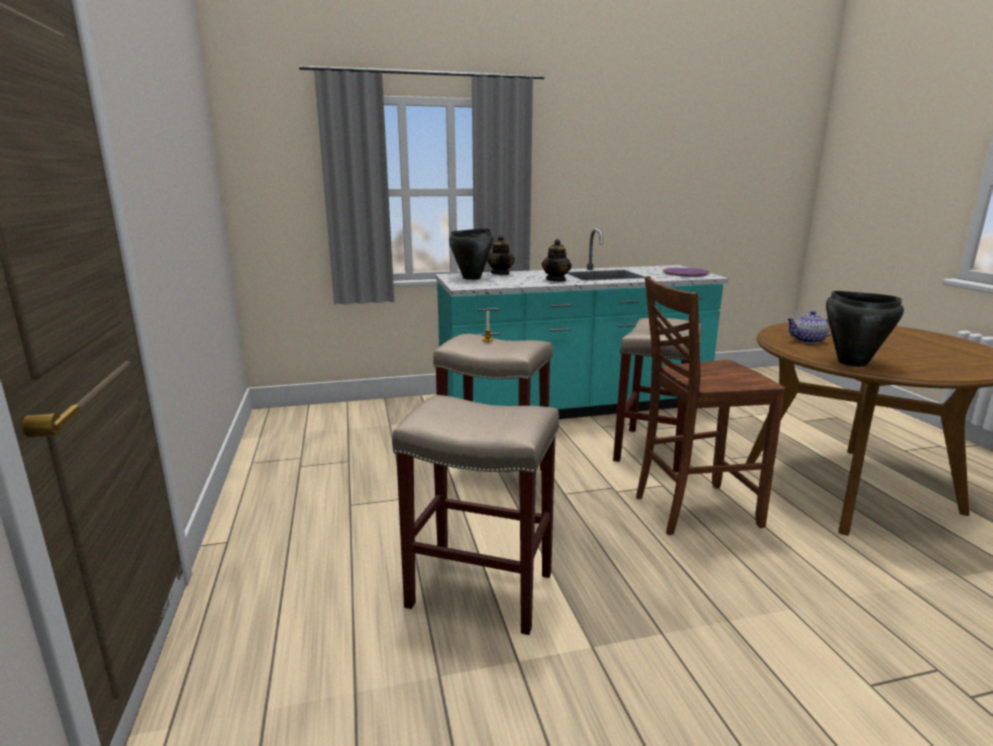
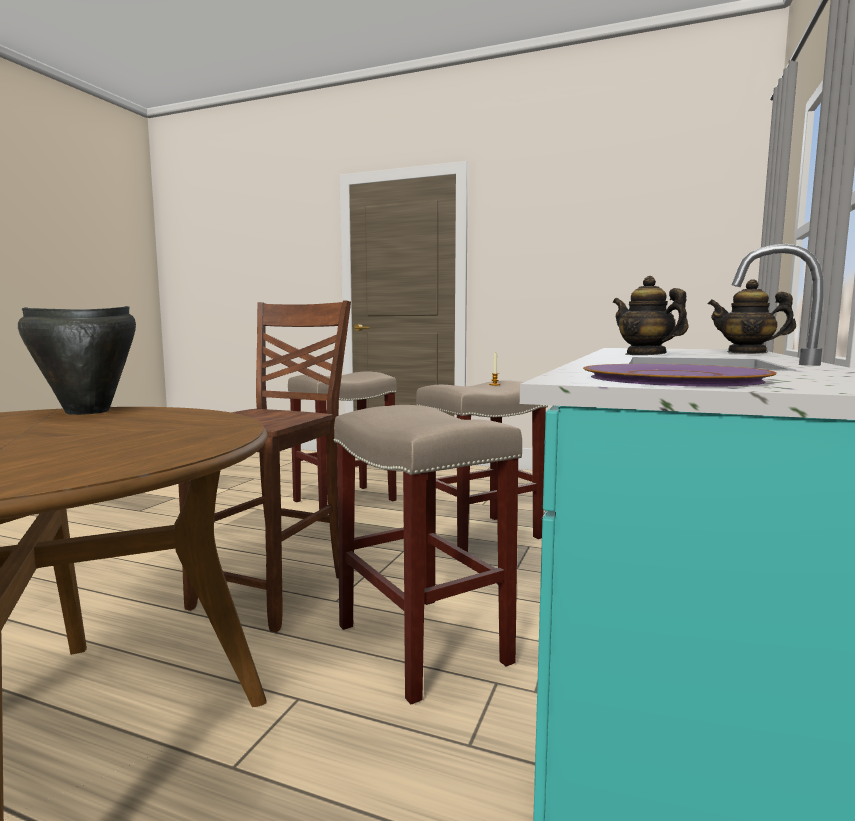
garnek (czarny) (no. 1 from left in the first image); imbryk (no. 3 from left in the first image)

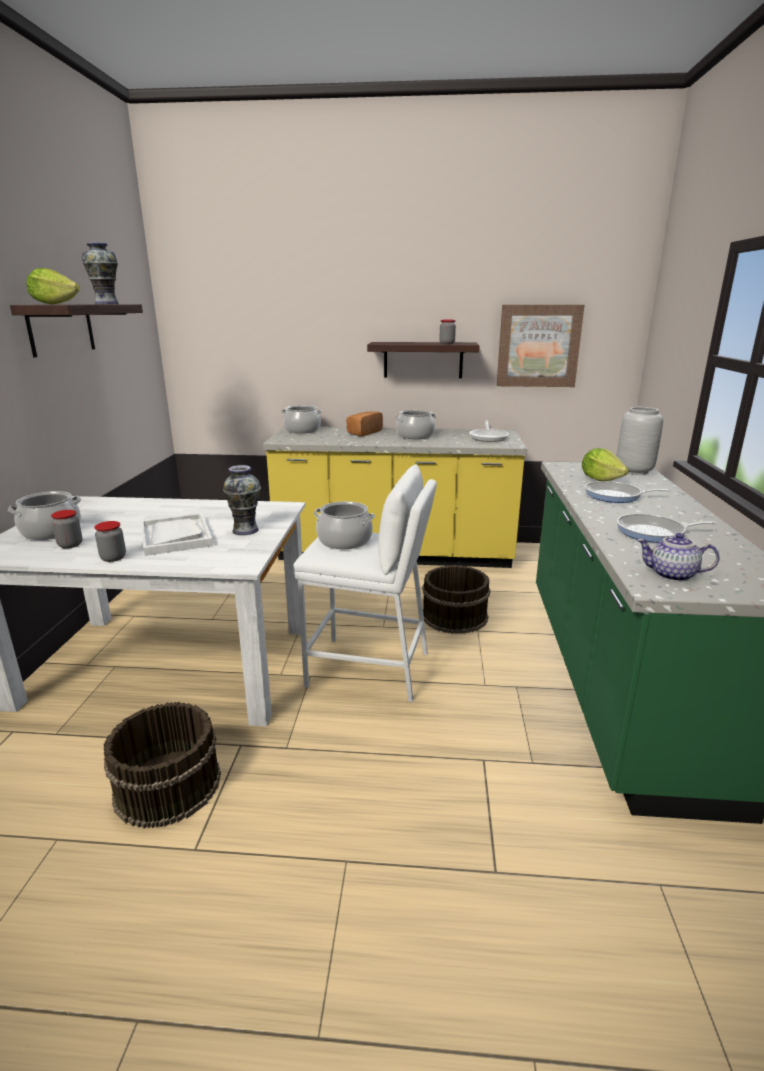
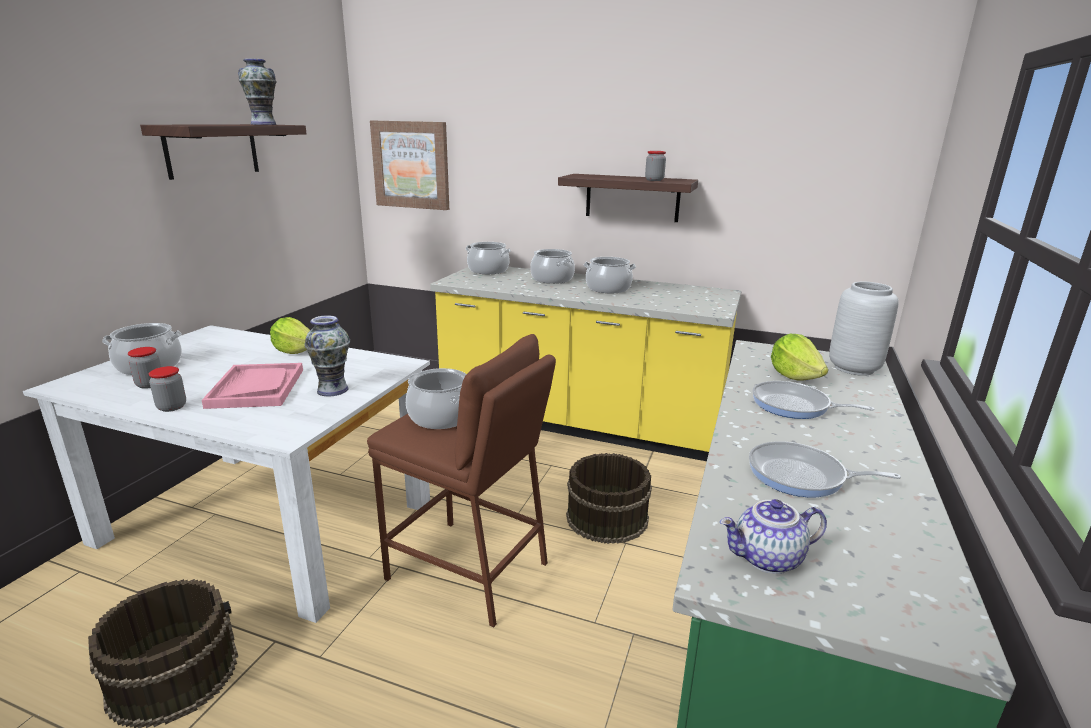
sałata (no. 1 from left); taca (różowy); stołek (brązowy); garnek (no. 4 from left); patelnia (no. 1 from left in the first image); obraz; imbryk

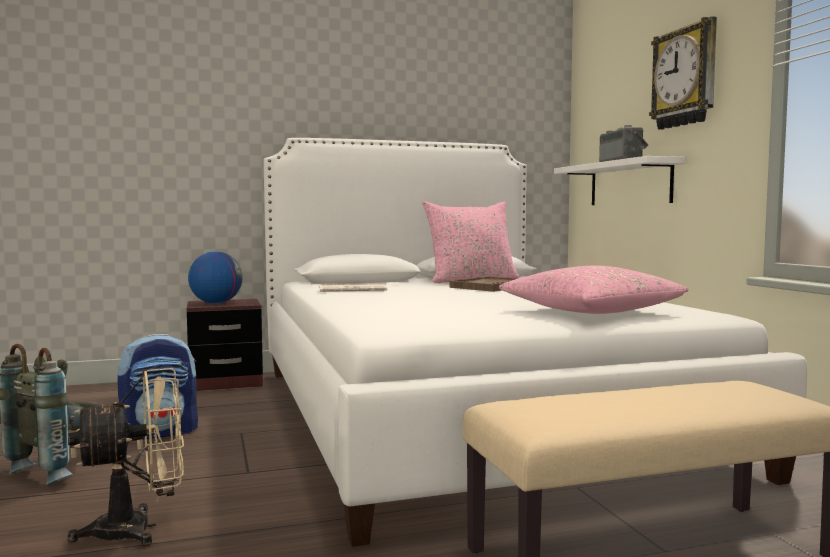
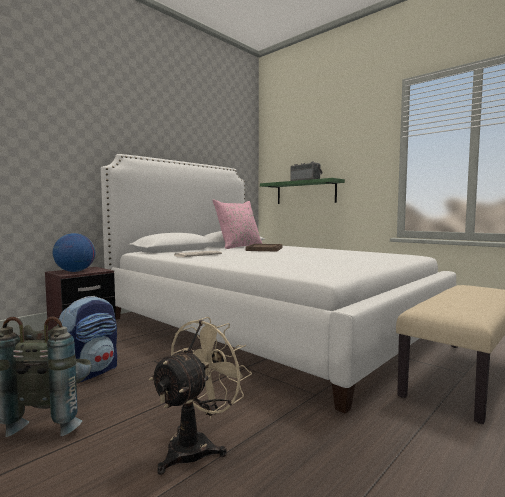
poduszka (różowy) (no. 2 from left in the first image); półka (zielony); zegar ścienny

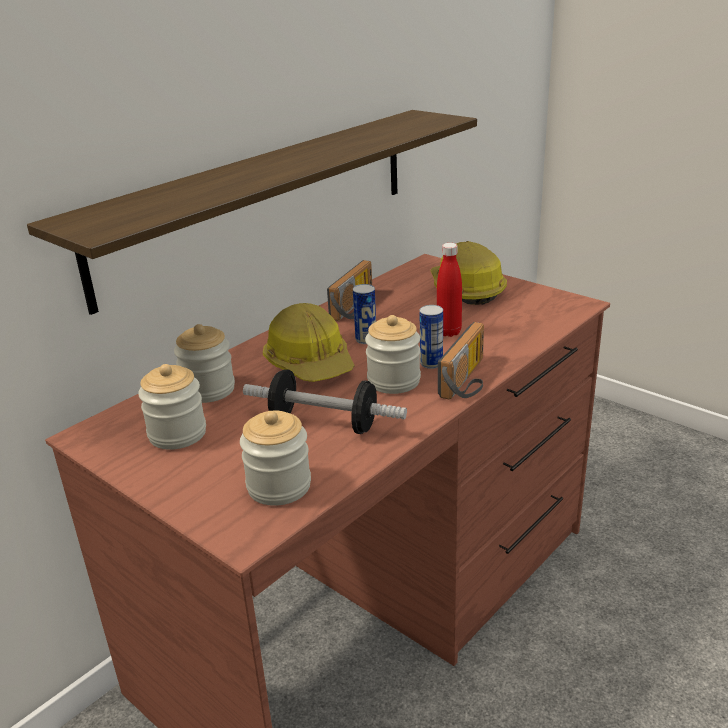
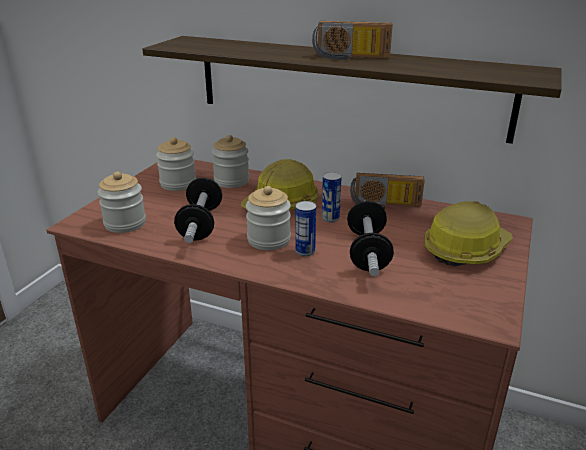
hantel (no. 2 from left); radio (no. 1 from left)

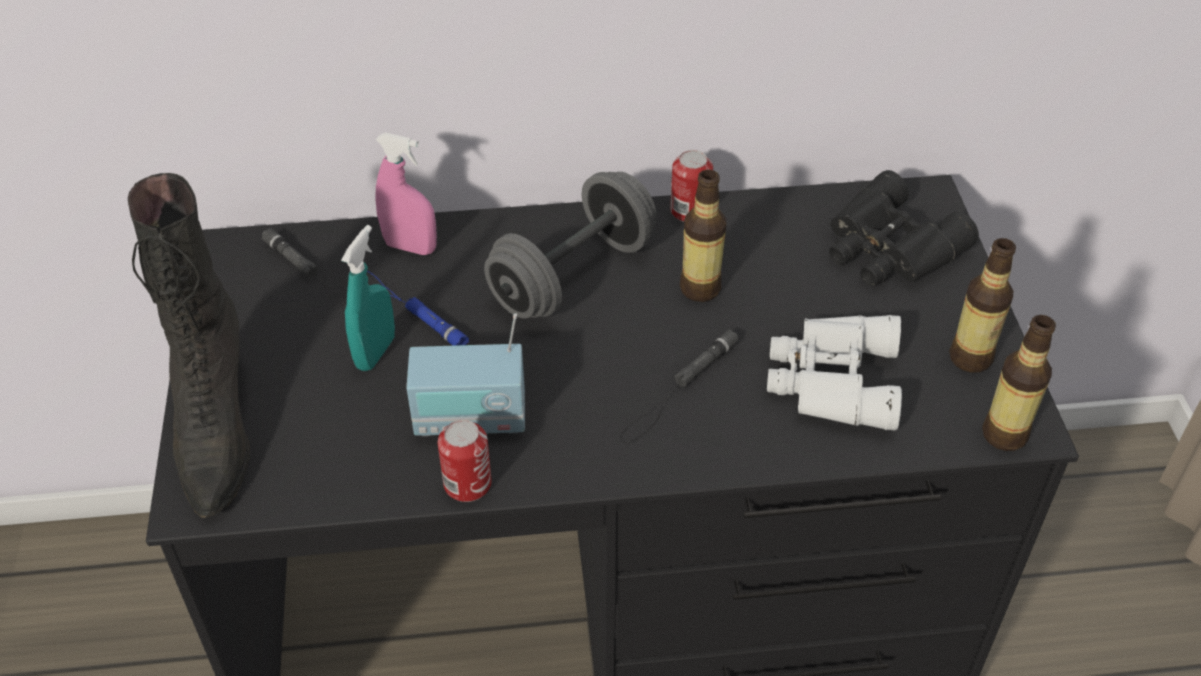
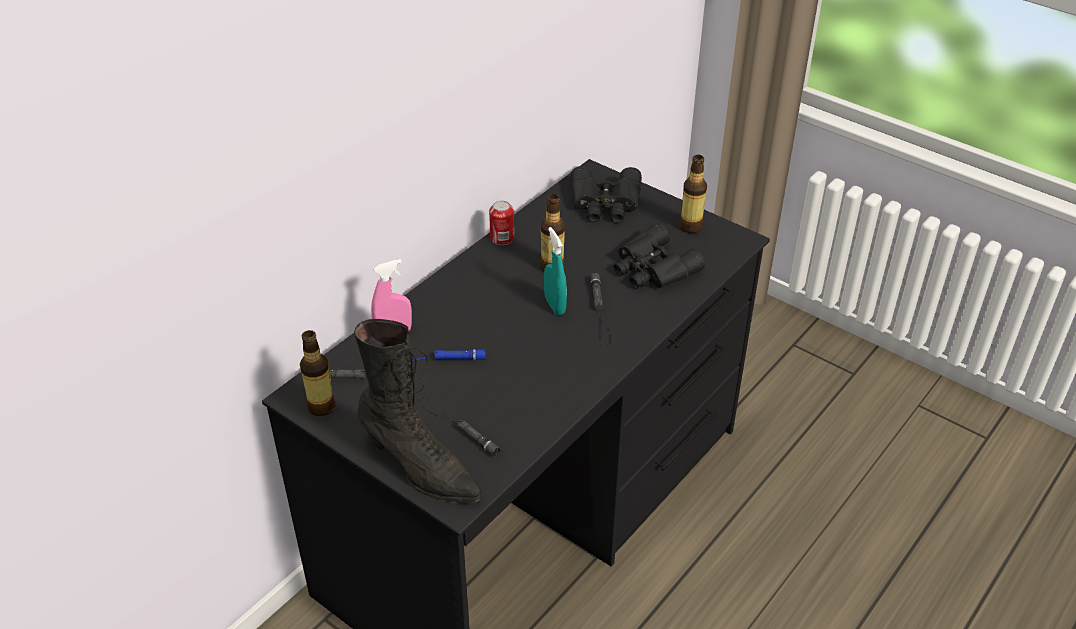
spryskiwacz (turkusowy); radio; puszka (no. 1 from left in the first image); hantel (szary); lornetka (czarny) (no. 2 from left); butelka (no. 1 from left); latarka (czarny) (no. 2 from left)

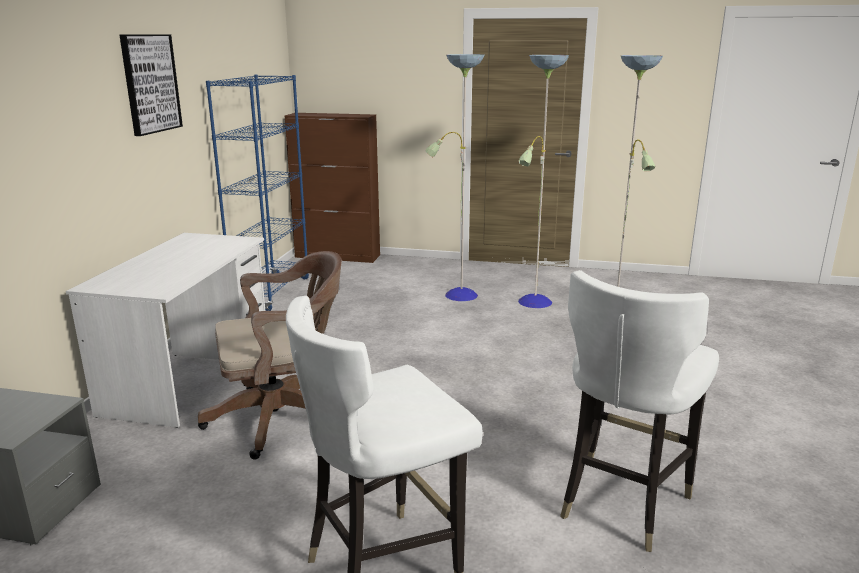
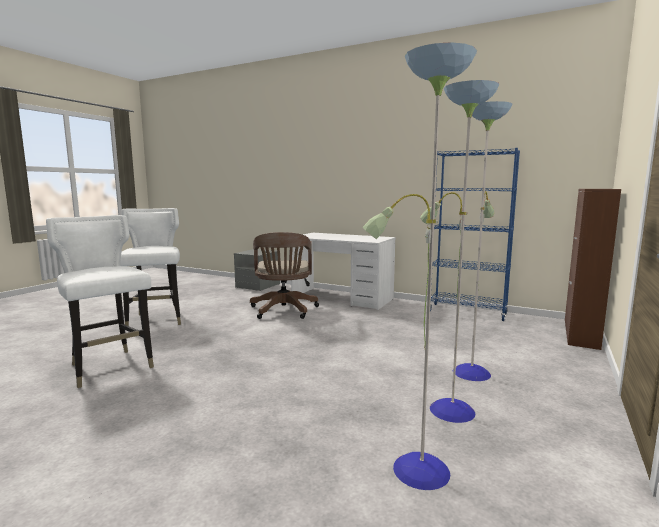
obraz

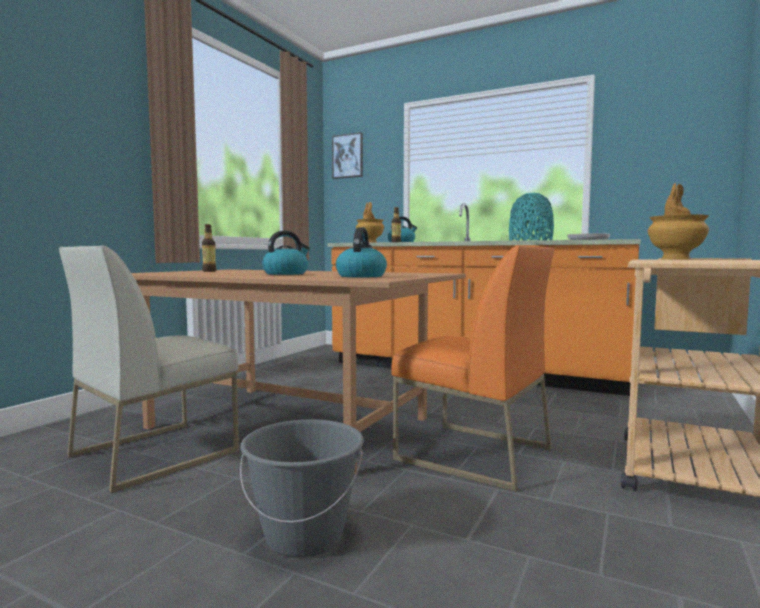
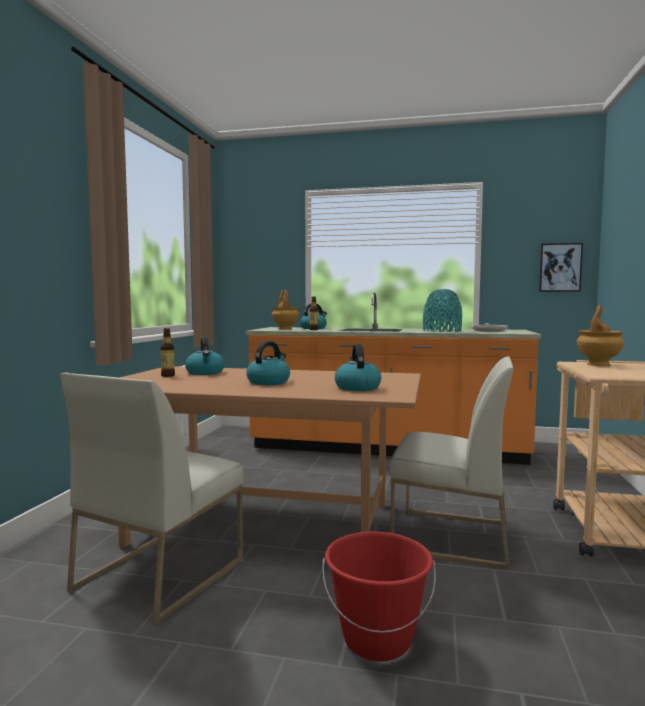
wiadro (czerwony); obraz; krzesło (biały) (no. 2 from left); czajnik (no. 1 from left)

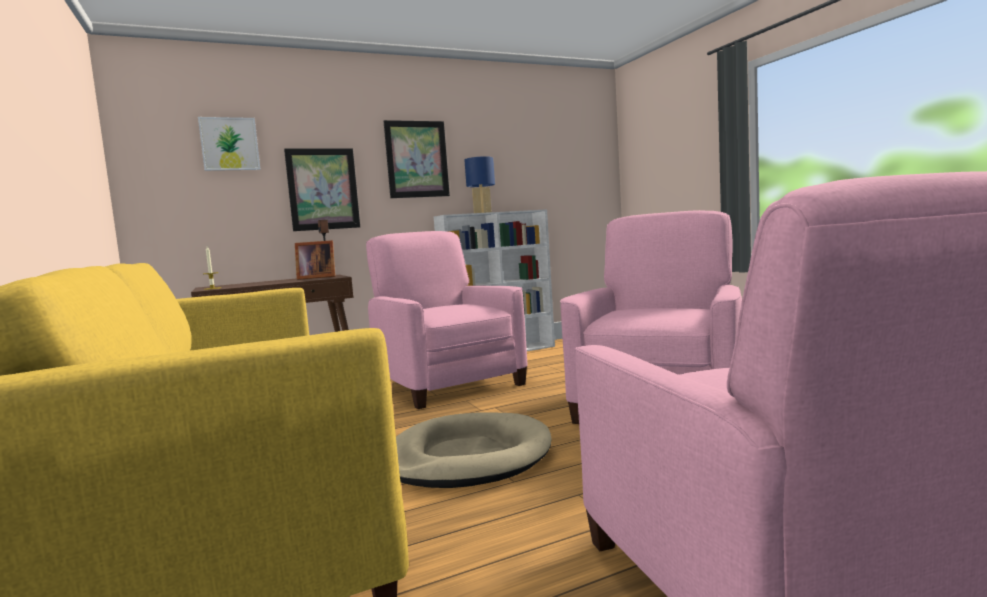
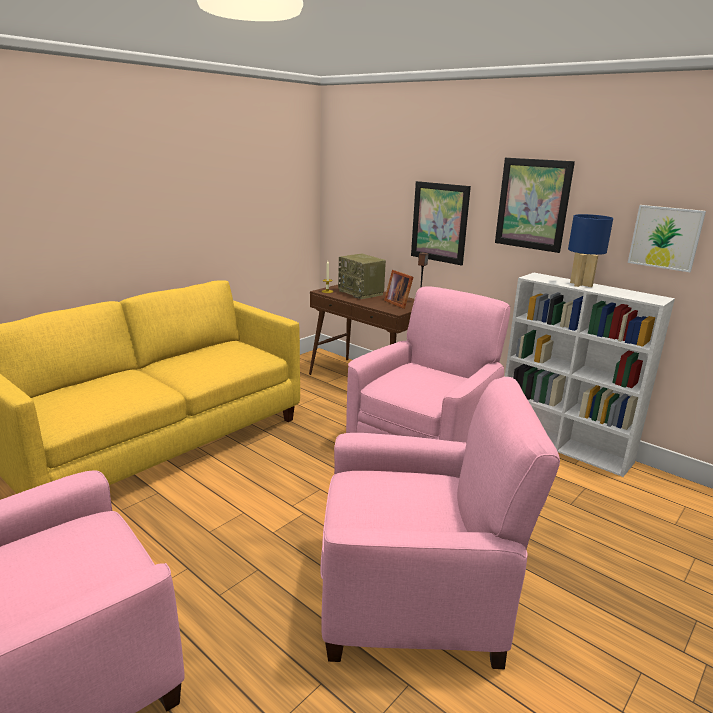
obraz (no. 3 from left); legowisko (beżowy); radio

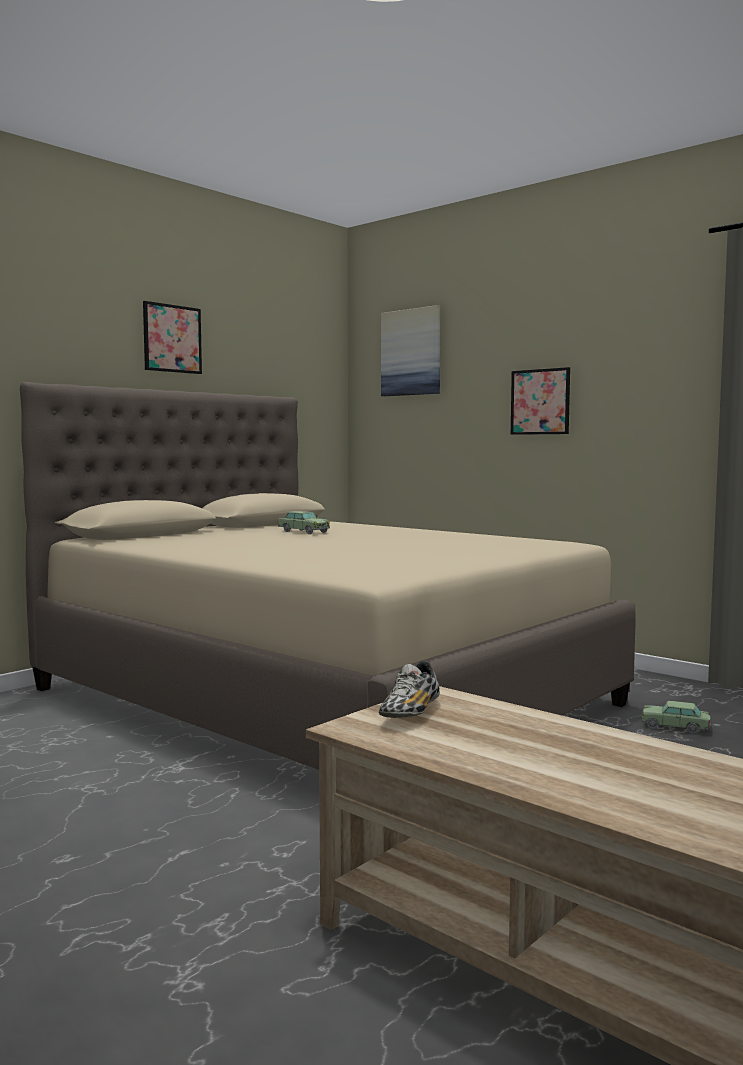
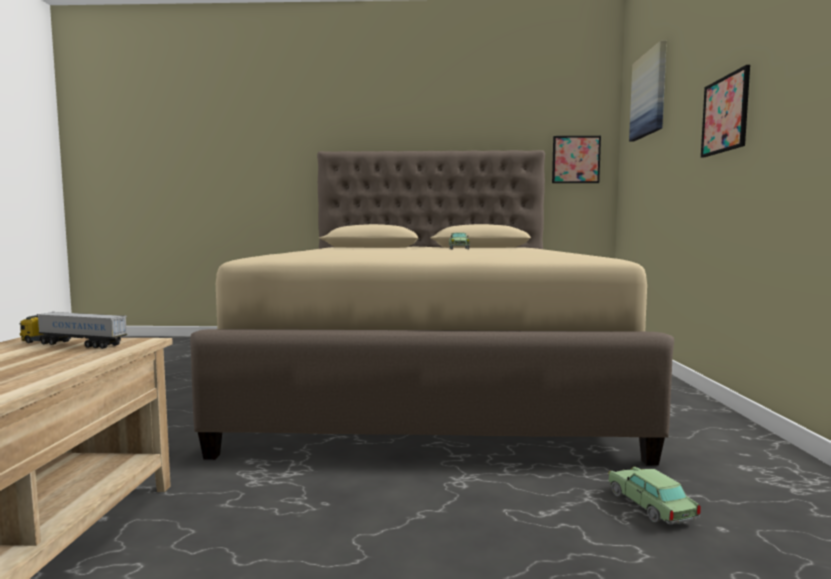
obraz (no. 1 from left); ciężarówka zabawkowa

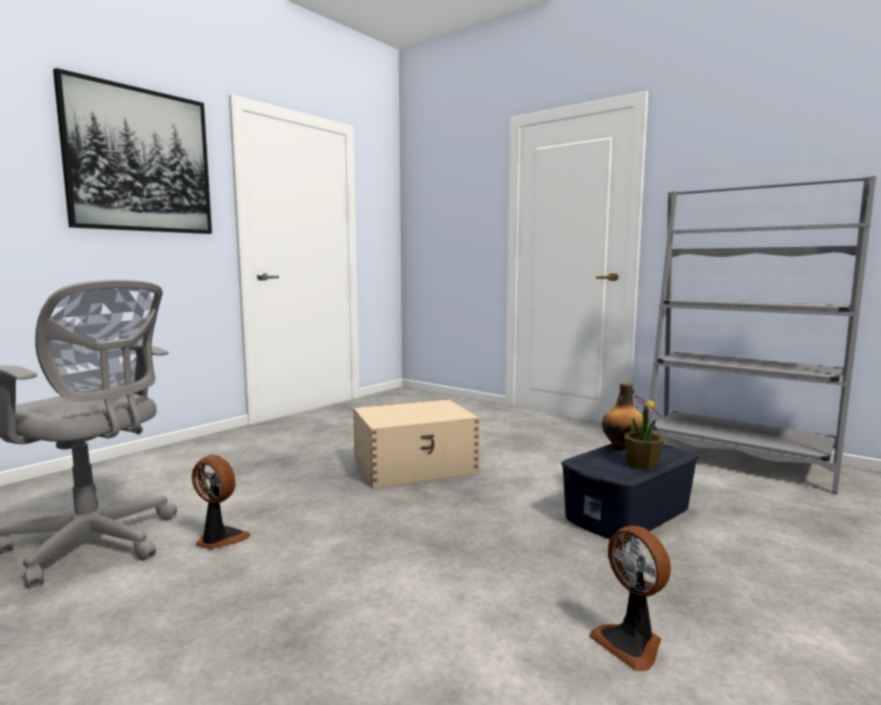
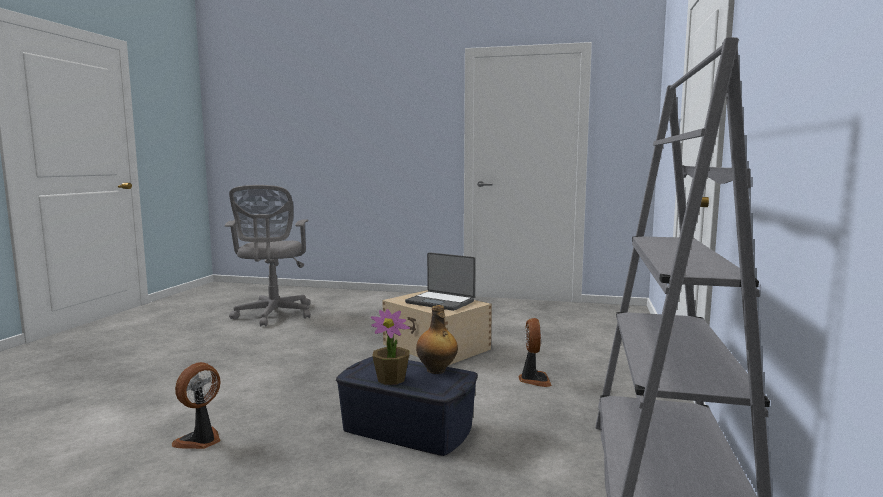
obraz; wentylator (no. 2 from left); laptop

